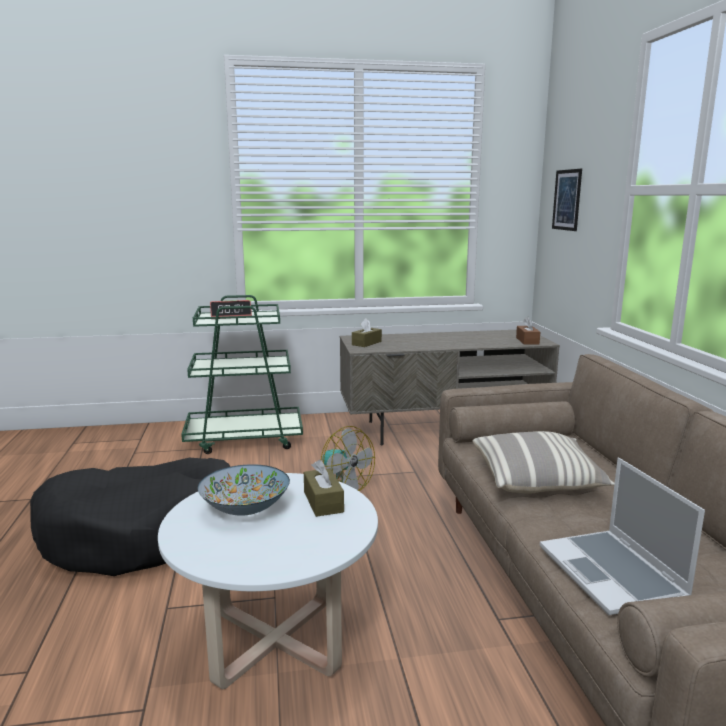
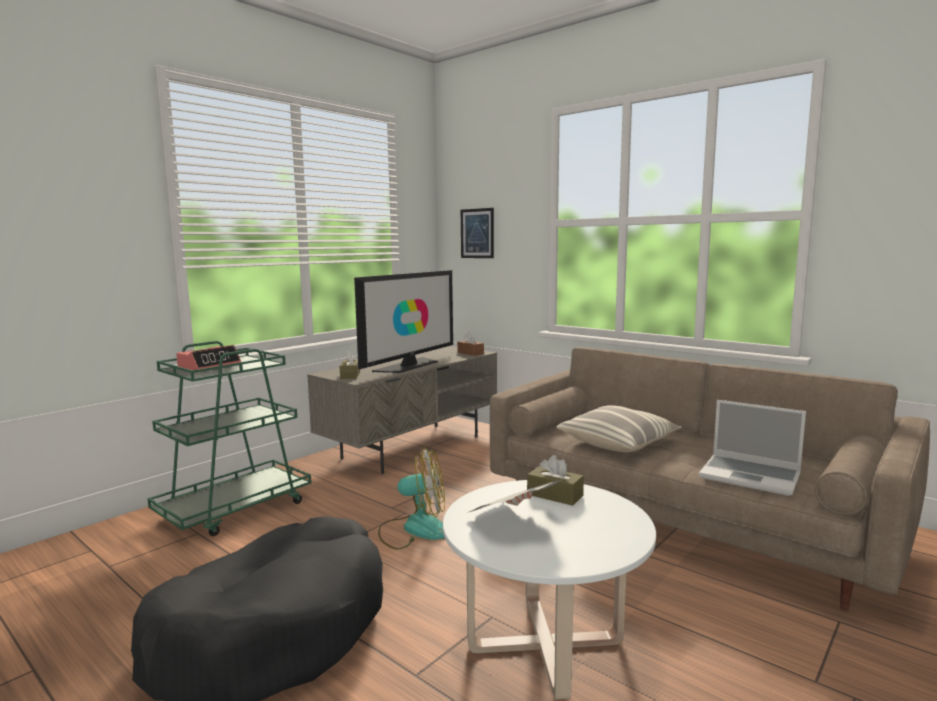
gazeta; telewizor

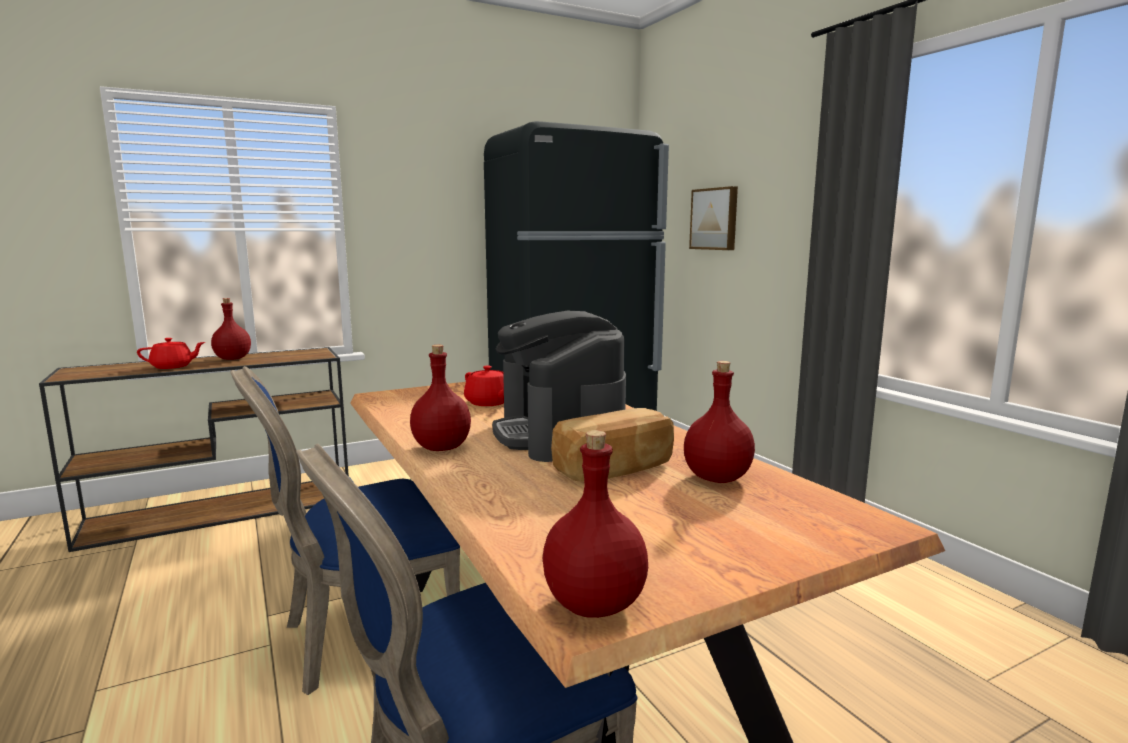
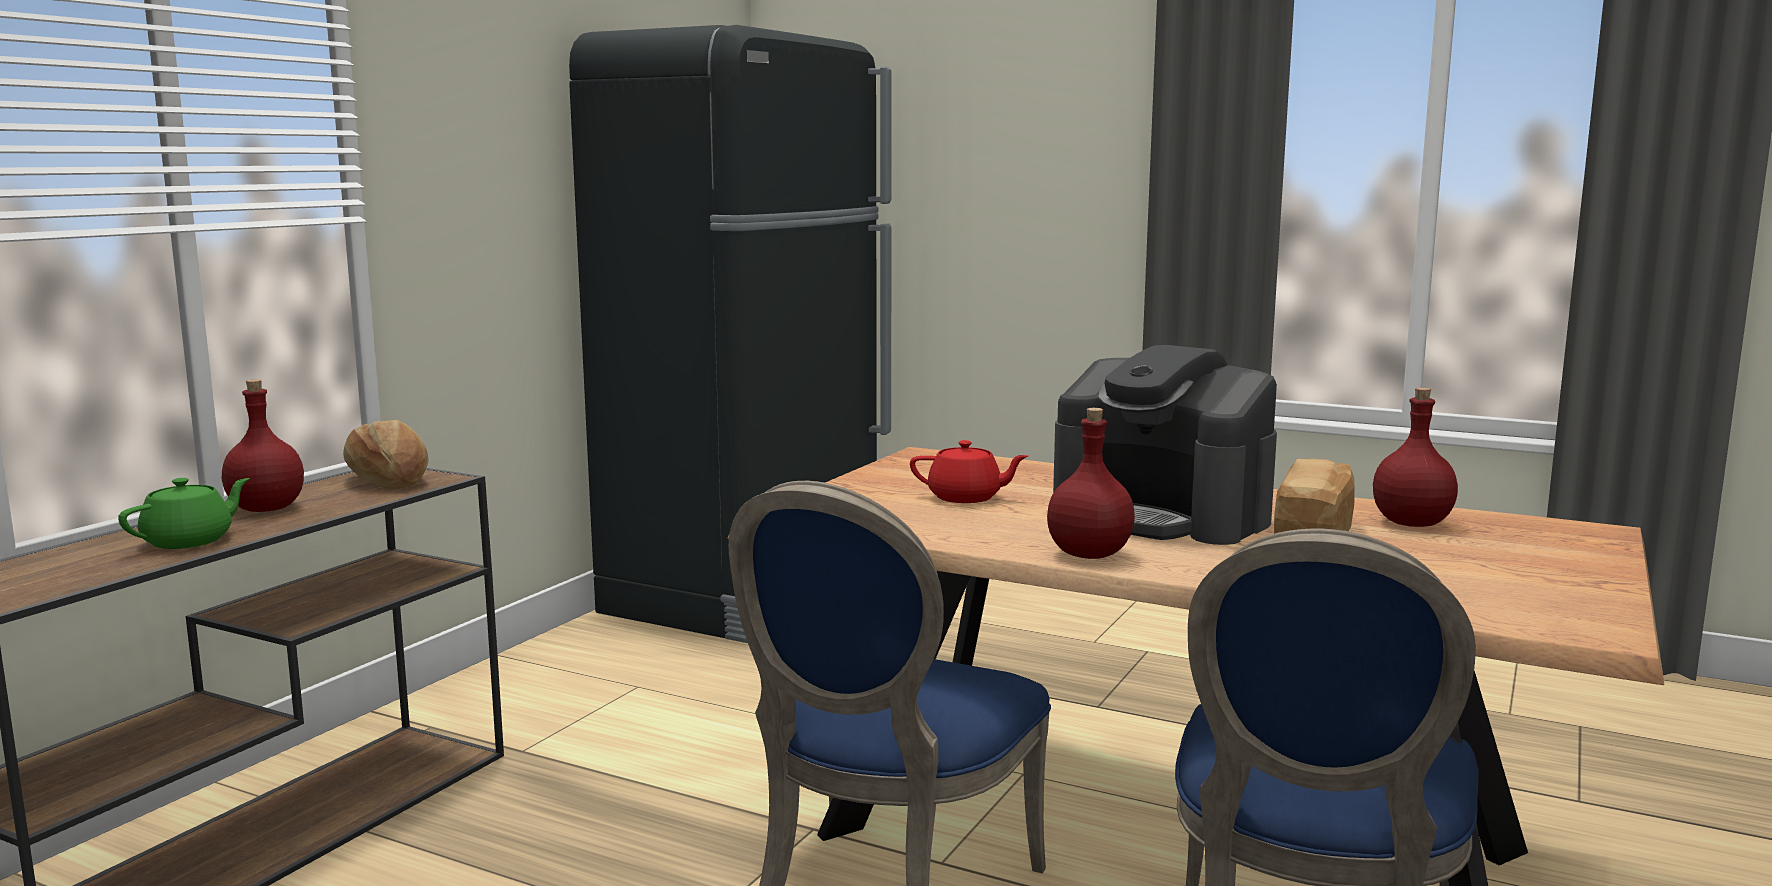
imbryk (zielony); butelka (czerwony) (no. 3 from left in the first image); obraz; chleb (no. 1 from left)

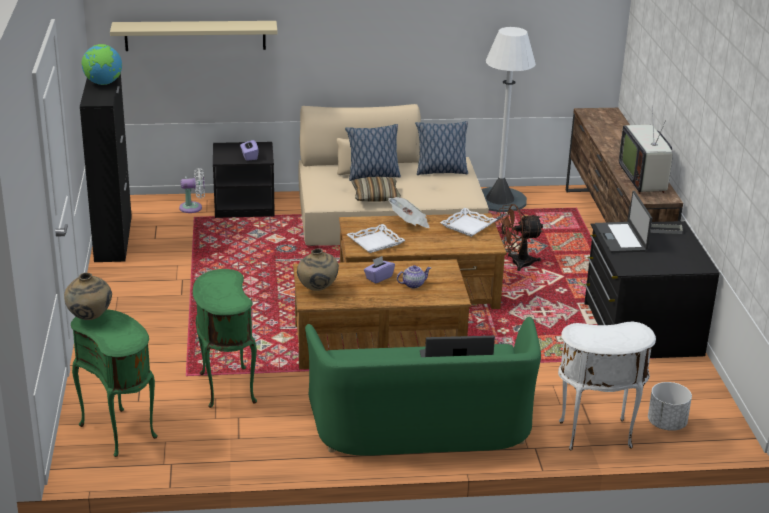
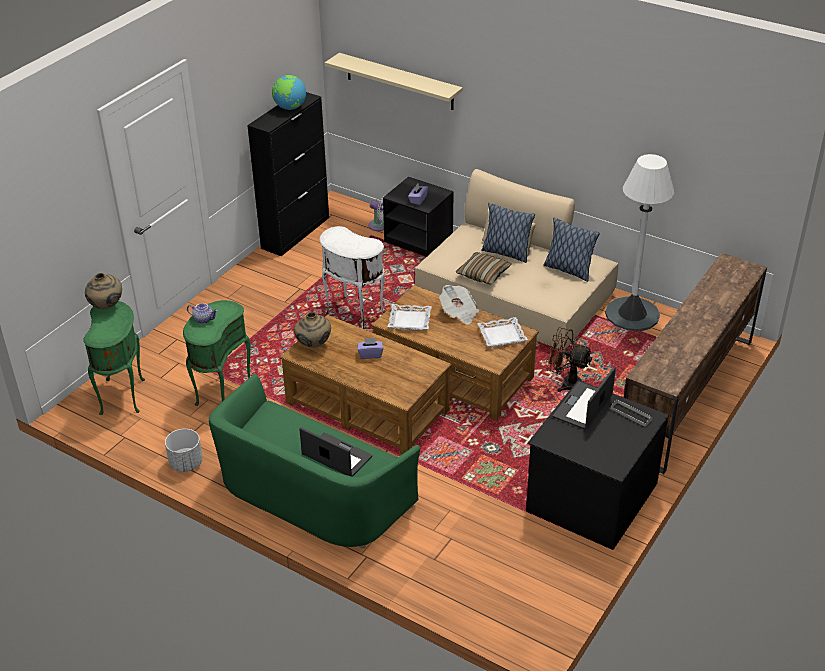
imbryk; stolik (biały); telewizor; donica (biały)

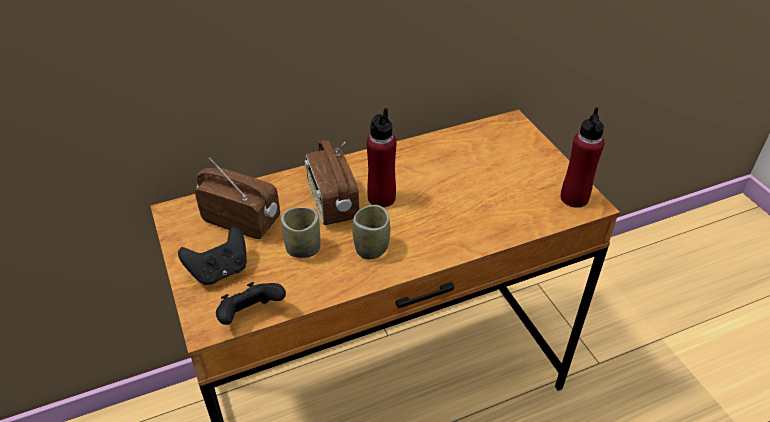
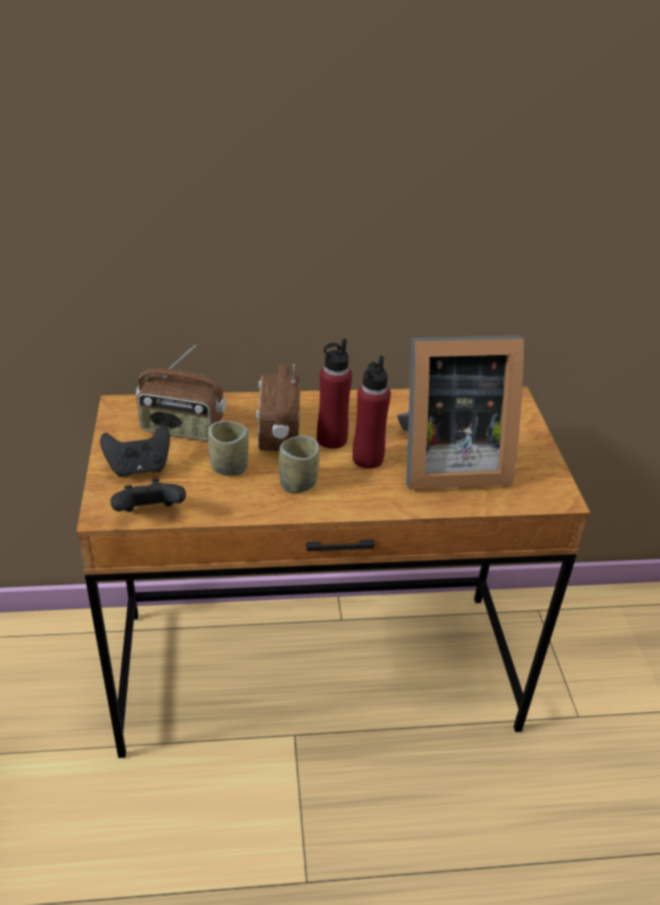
radio (no. 1 from left); butelka (czerwony) (no. 2 from left); ramka na zdjęcie

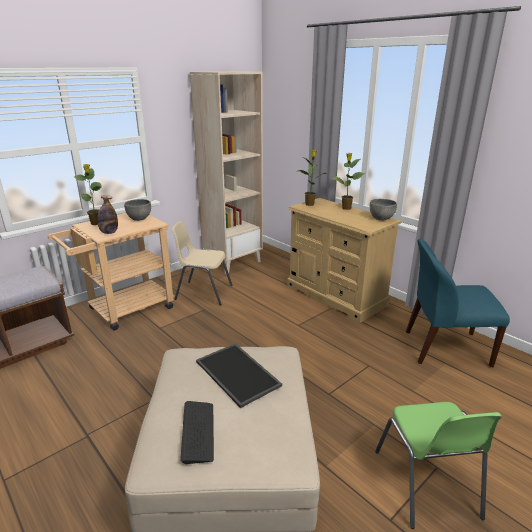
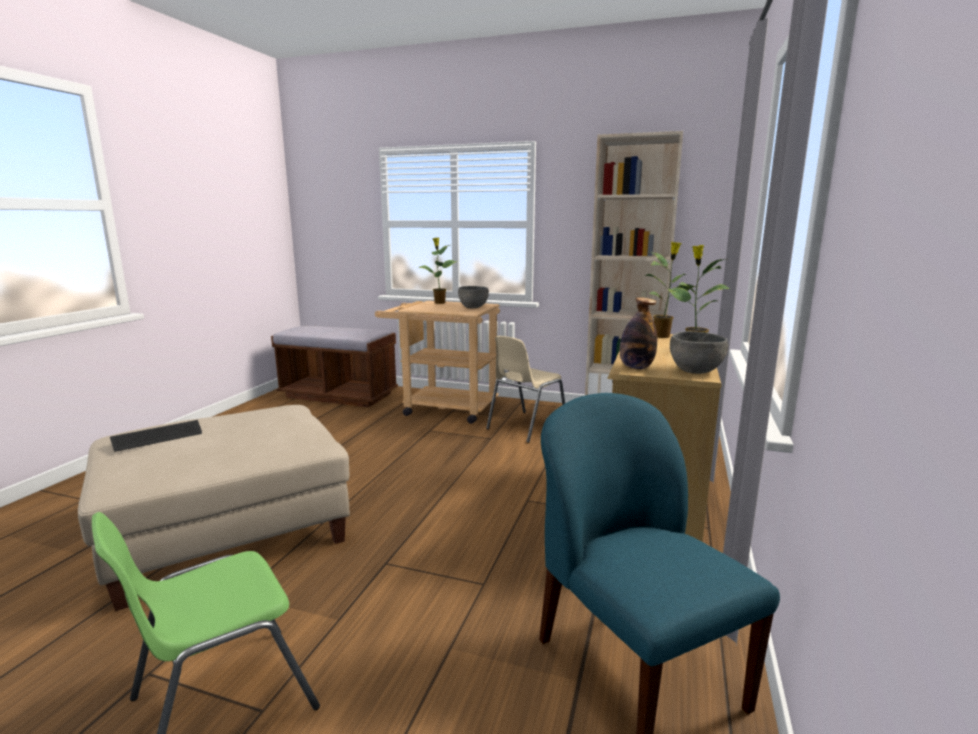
butelka; krzesło (beżowy); taca

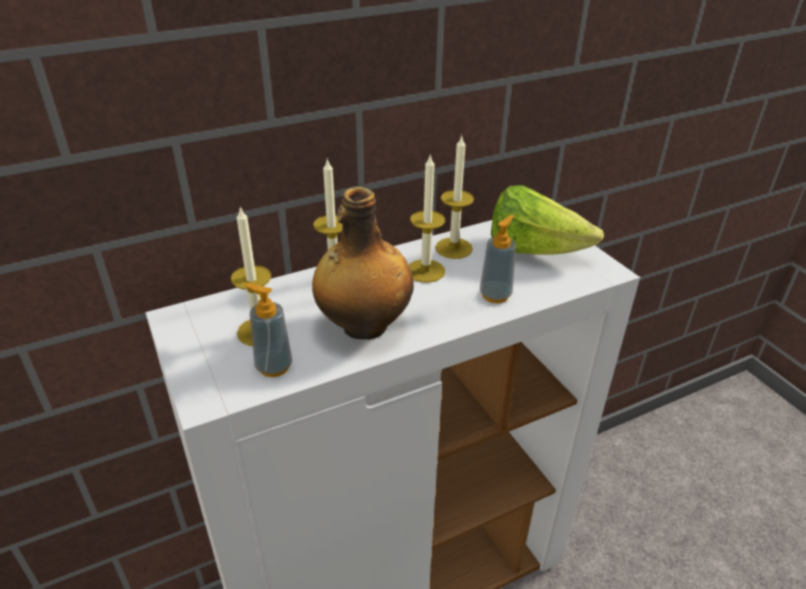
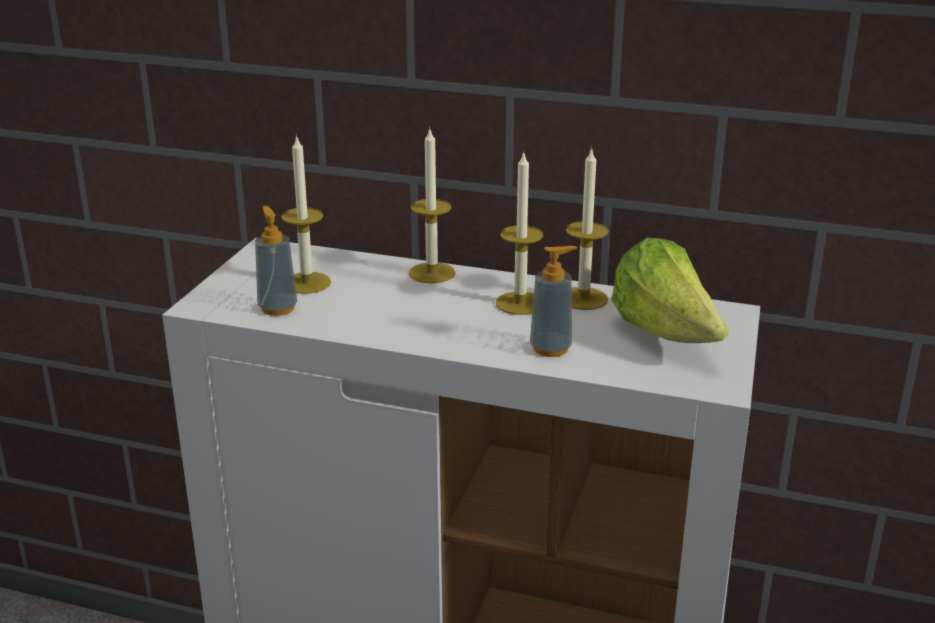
butelka

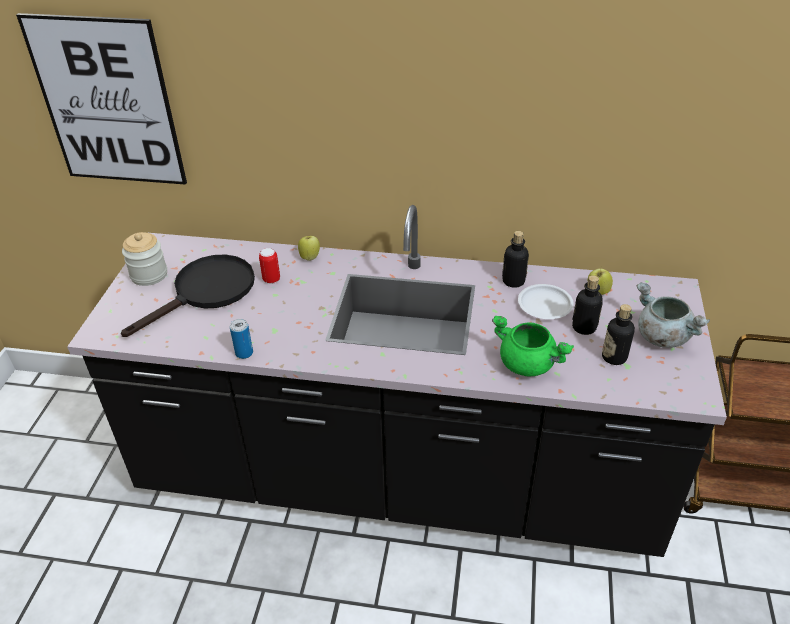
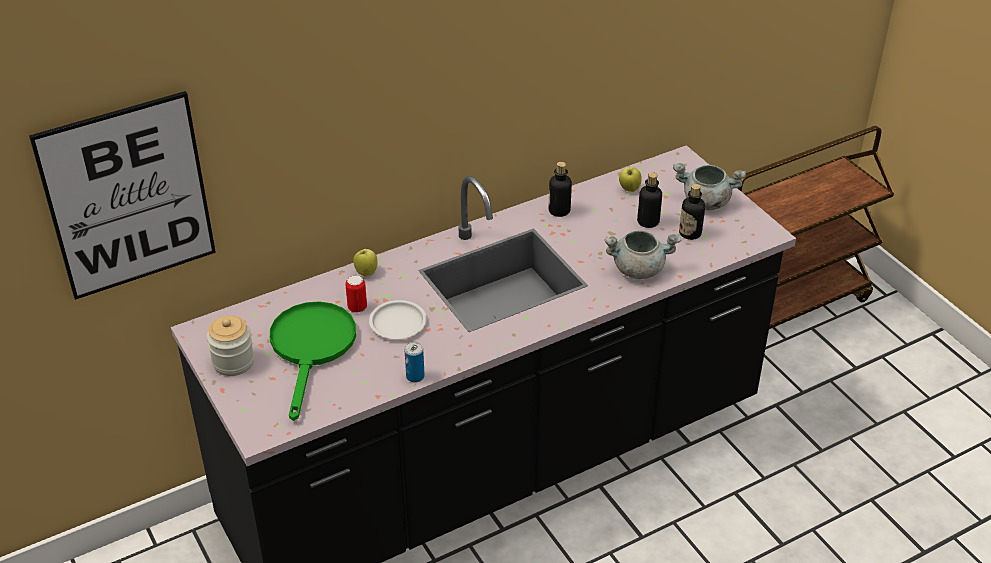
patelnia (zielony); garnek (szary) (no. 1 from left); talerz (biały)

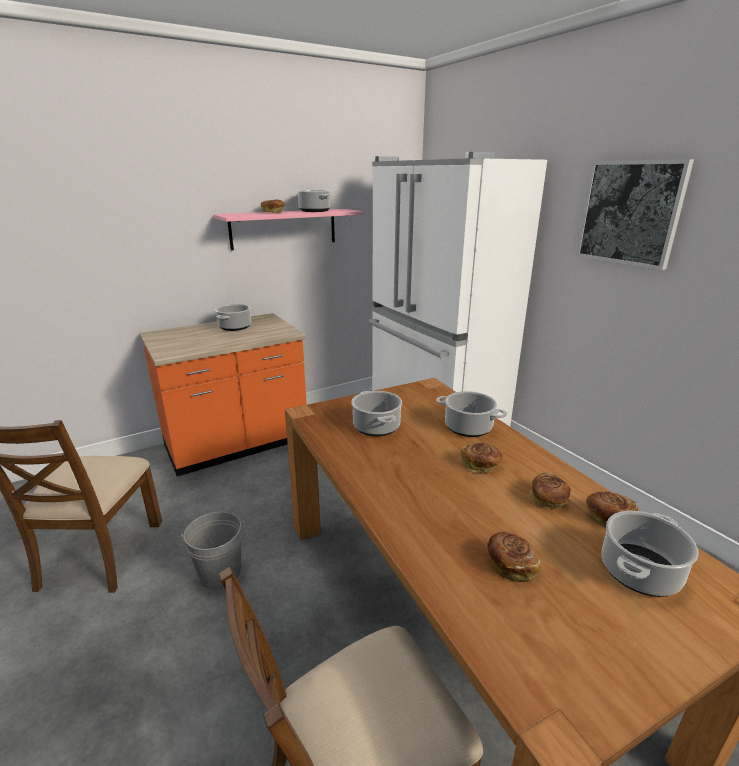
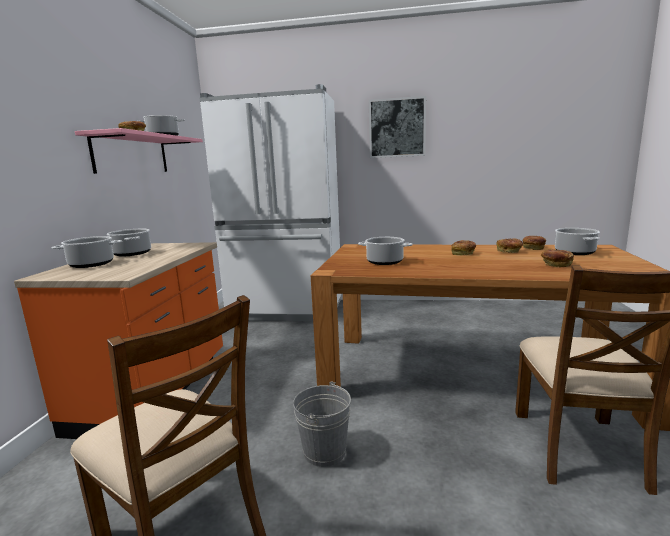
garnek (no. 1 from left)

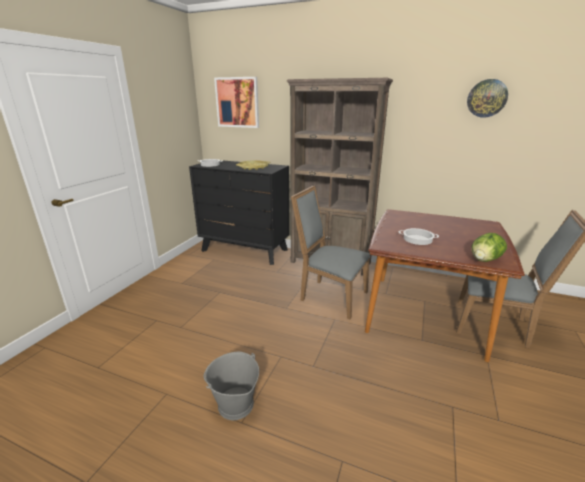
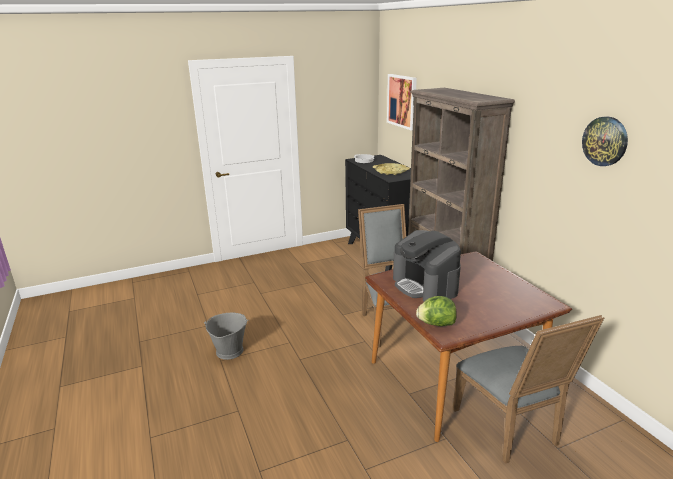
ekspres do kawy

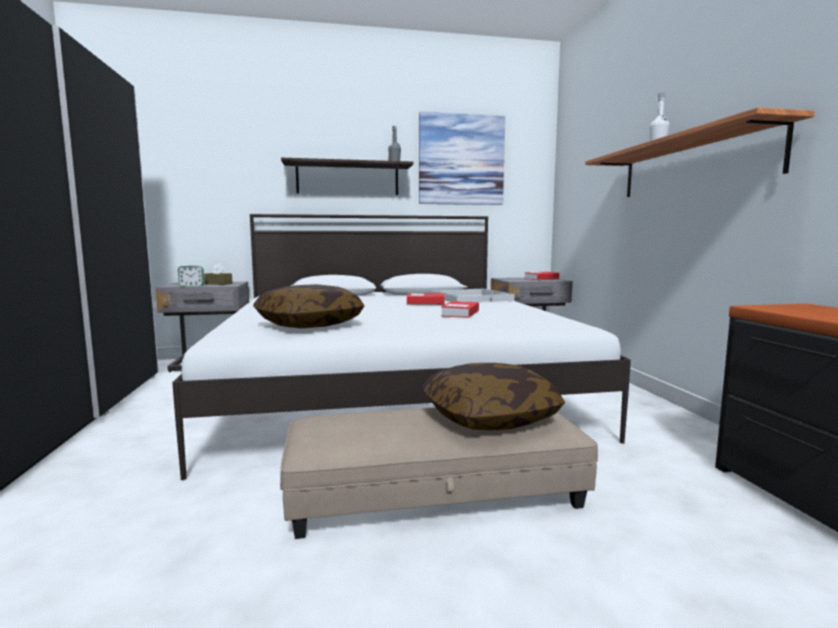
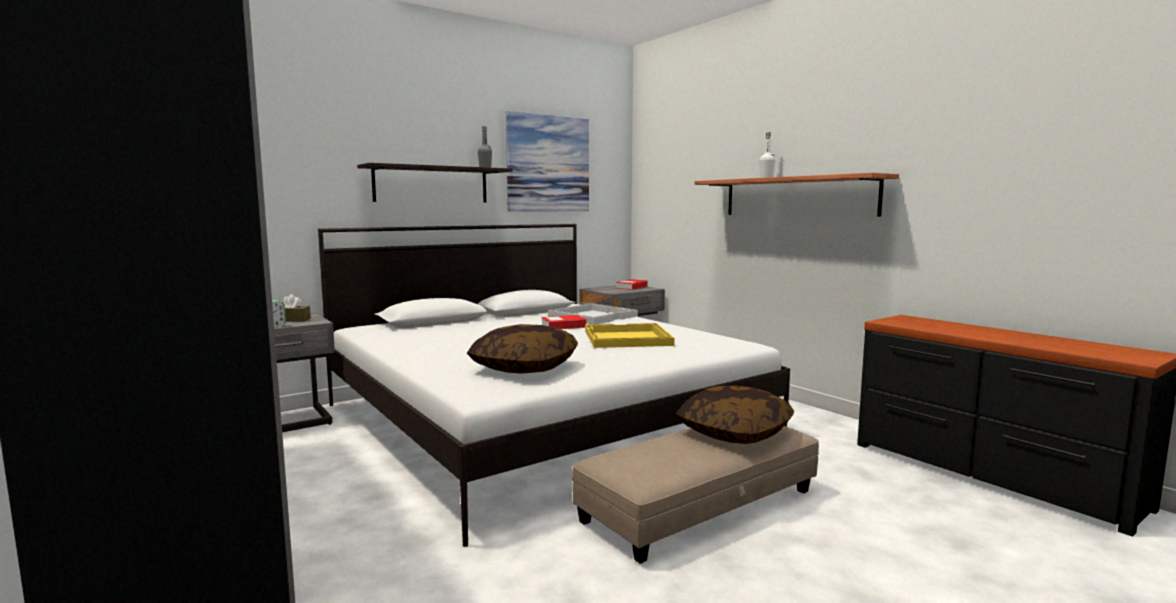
taca (żółty)

